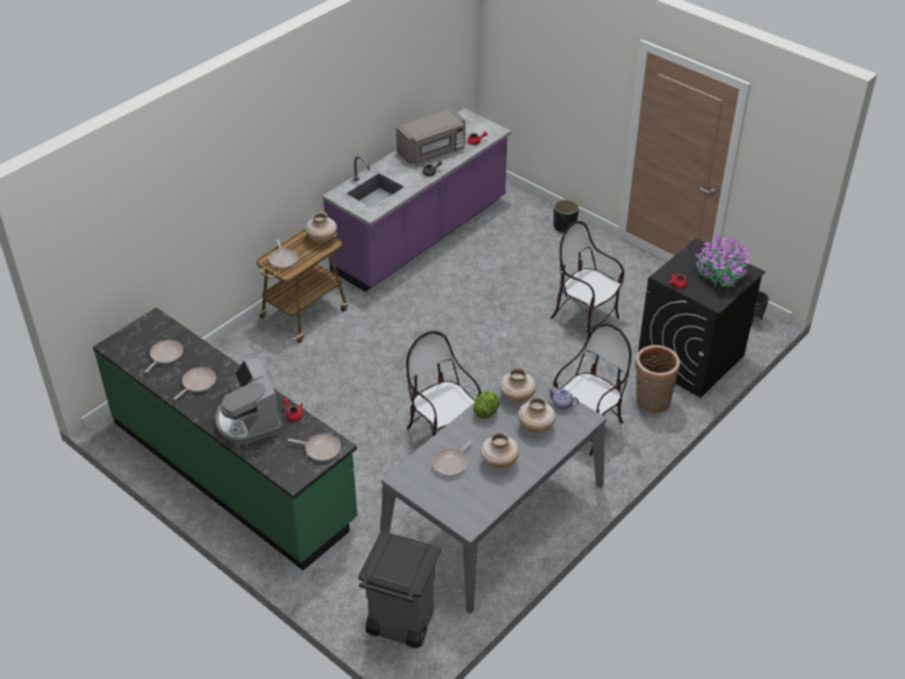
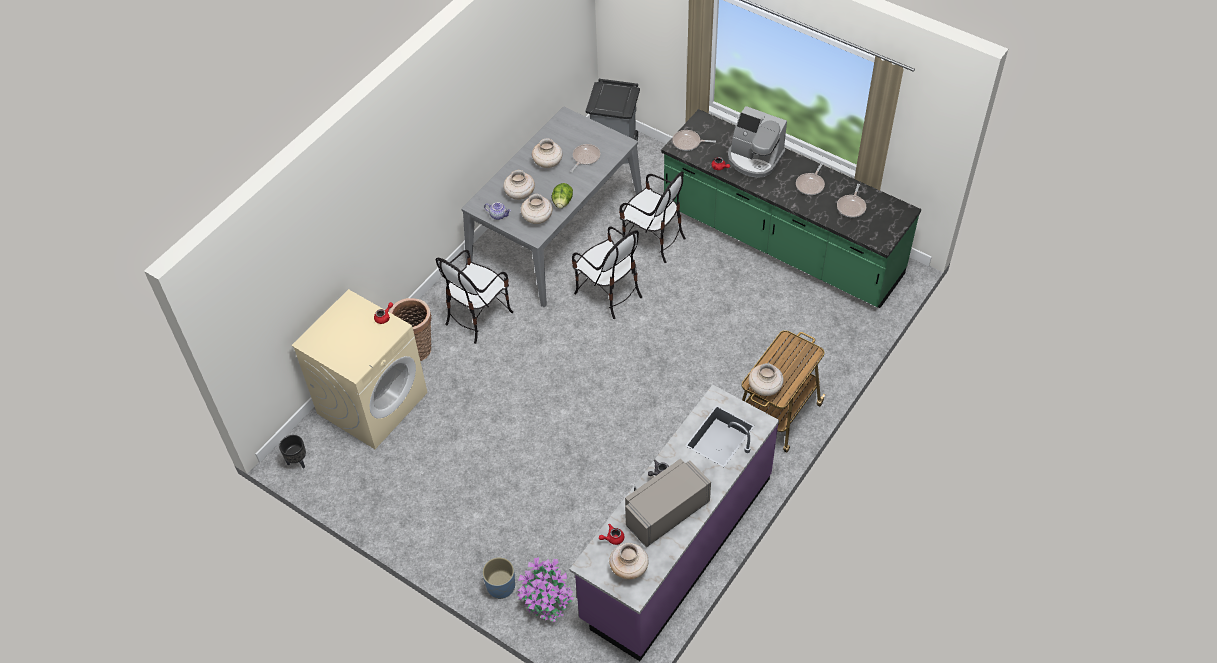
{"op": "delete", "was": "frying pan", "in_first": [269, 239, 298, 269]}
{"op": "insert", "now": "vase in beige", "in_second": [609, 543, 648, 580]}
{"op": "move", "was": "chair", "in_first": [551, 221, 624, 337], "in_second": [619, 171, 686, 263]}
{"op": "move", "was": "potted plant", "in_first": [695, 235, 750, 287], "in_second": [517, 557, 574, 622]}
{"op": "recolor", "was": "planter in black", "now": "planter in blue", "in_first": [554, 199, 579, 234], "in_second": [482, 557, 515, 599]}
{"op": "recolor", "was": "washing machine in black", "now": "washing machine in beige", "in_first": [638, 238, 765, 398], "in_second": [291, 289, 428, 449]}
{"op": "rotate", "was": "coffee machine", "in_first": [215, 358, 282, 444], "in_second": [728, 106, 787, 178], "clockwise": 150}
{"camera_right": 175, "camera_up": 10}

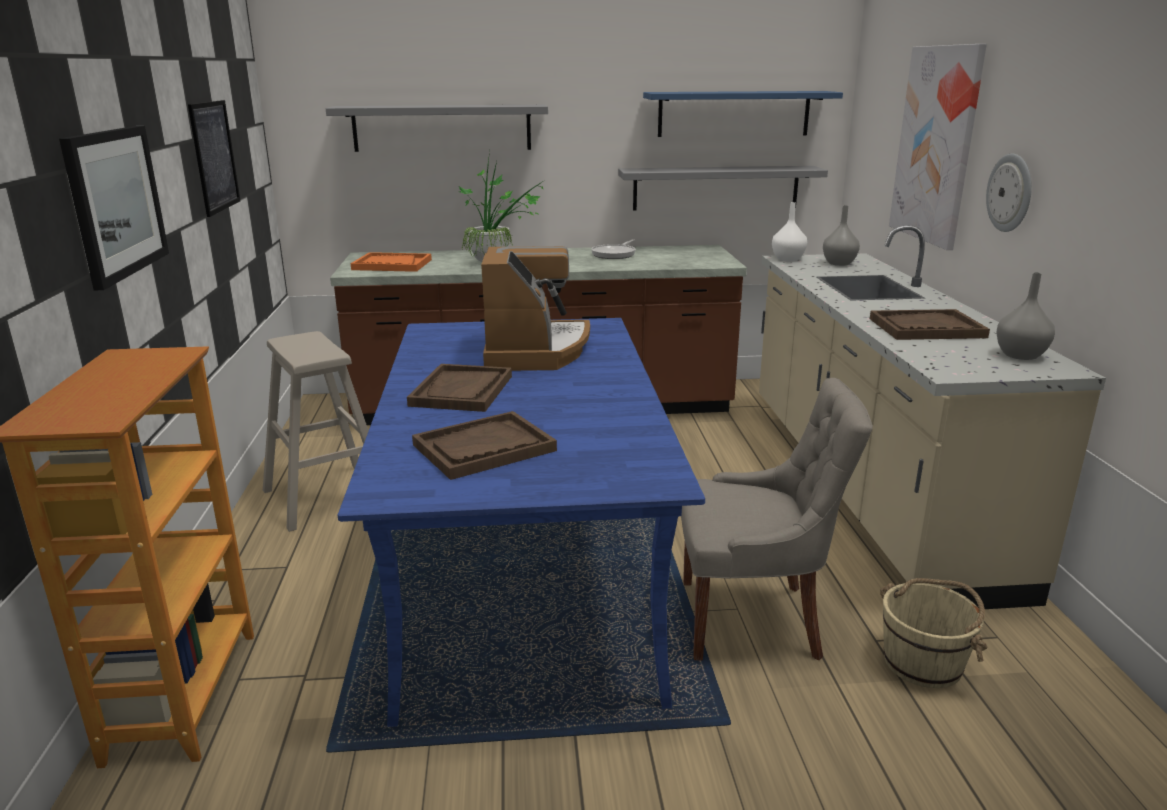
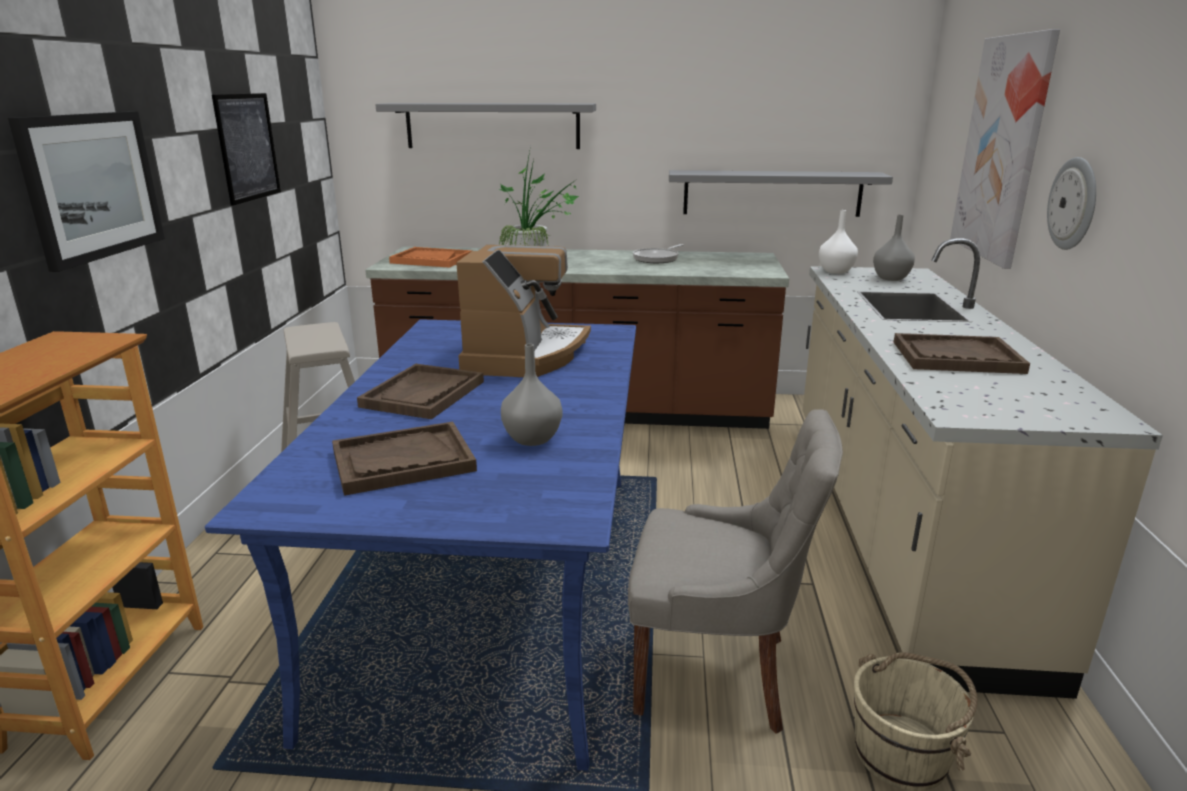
{"op": "delete", "was": "shelf in blue", "in_first": [643, 91, 843, 137]}
{"op": "move", "was": "vase in grey", "in_first": [996, 272, 1055, 360], "in_second": [501, 344, 562, 446]}
{"camera_right": 10, "camera_up": 0}

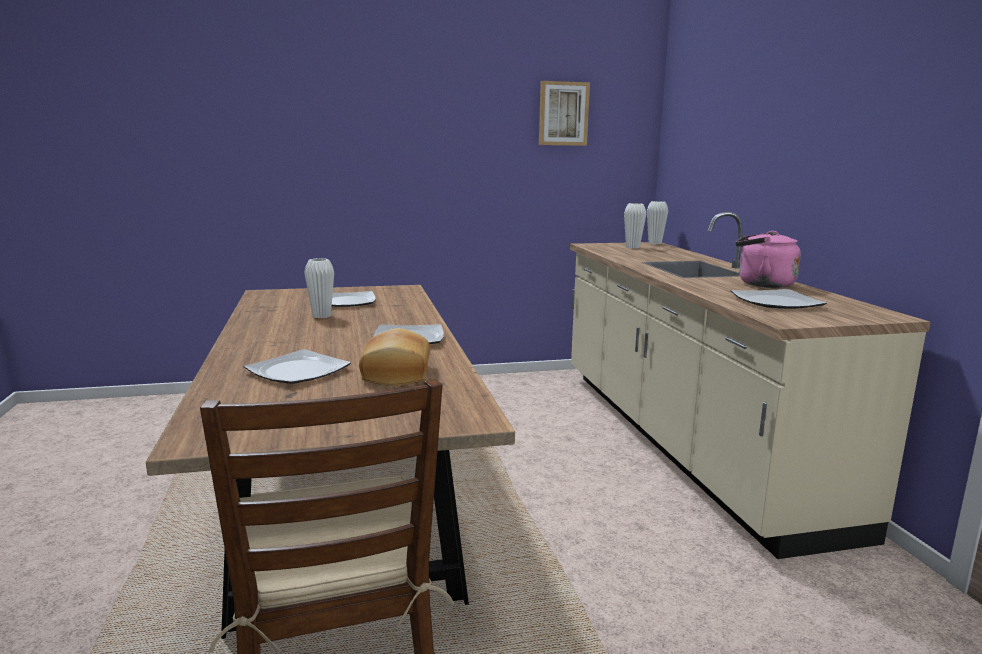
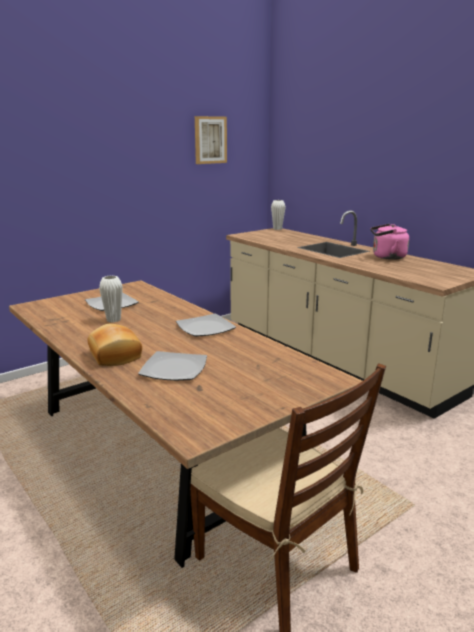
{"op": "delete", "was": "vase in white", "in_first": [624, 203, 646, 248]}
{"op": "delete", "was": "plate", "in_first": [731, 289, 827, 309]}
{"op": "move", "was": "bread", "in_first": [359, 328, 430, 386], "in_second": [87, 324, 142, 366]}
{"camera_right": -25, "camera_up": 5}

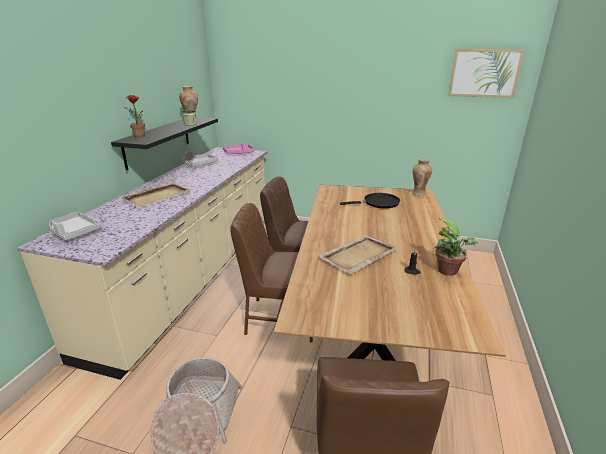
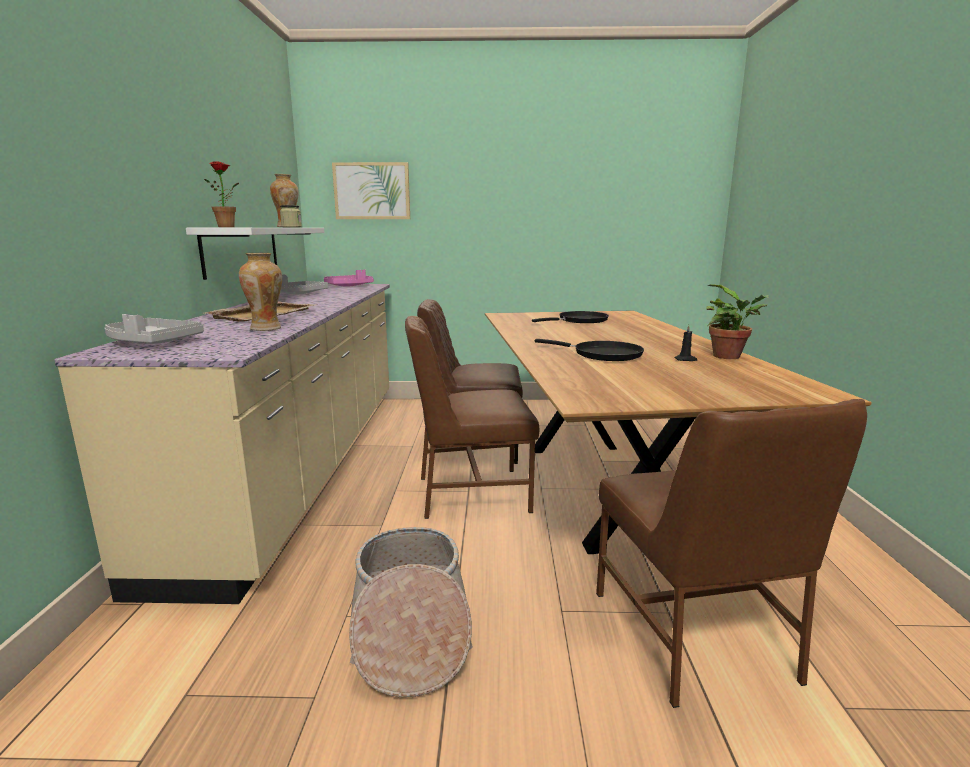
{"op": "move", "was": "vase", "in_first": [412, 159, 432, 196], "in_second": [239, 253, 282, 331]}
{"op": "move", "was": "picture", "in_first": [448, 49, 525, 98], "in_second": [332, 162, 410, 219]}
{"op": "replace", "was": "tray in beige", "now": "frying pan in black", "in_first": [318, 235, 398, 274], "in_second": [535, 339, 644, 361]}
{"op": "recolor", "was": "shelf in black", "now": "shelf in white", "in_first": [111, 117, 218, 170], "in_second": [186, 228, 324, 280]}
{"camera_right": -15, "camera_up": -10}

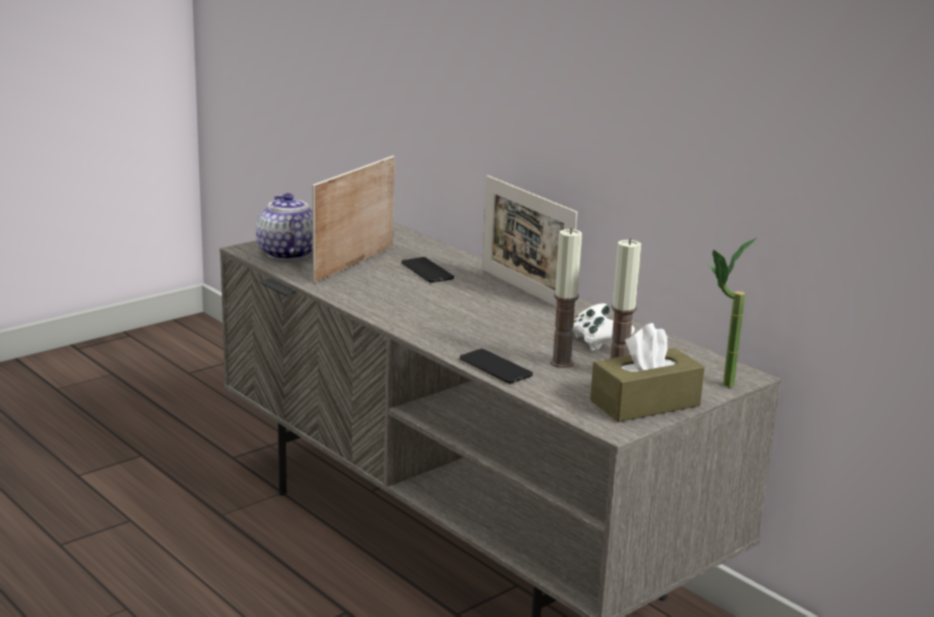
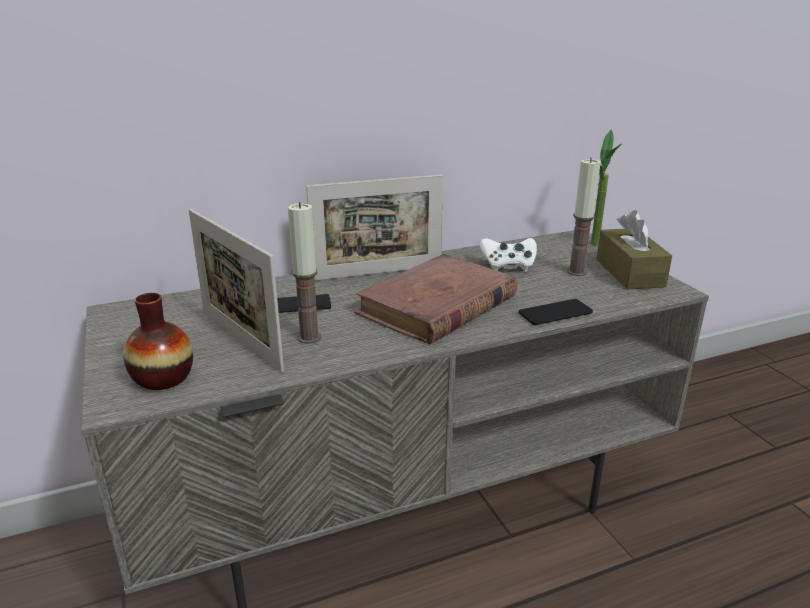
{"op": "insert", "now": "book in brown", "in_second": [354, 254, 517, 344]}
{"op": "move", "was": "candle", "in_first": [550, 228, 582, 368], "in_second": [288, 202, 321, 344]}
{"op": "replace", "was": "teapot", "now": "vase", "in_first": [256, 193, 313, 260], "in_second": [123, 293, 193, 390]}
{"camera_right": -70, "camera_up": 5}

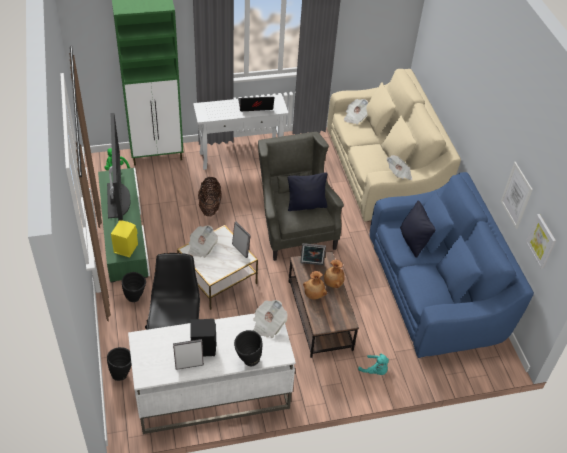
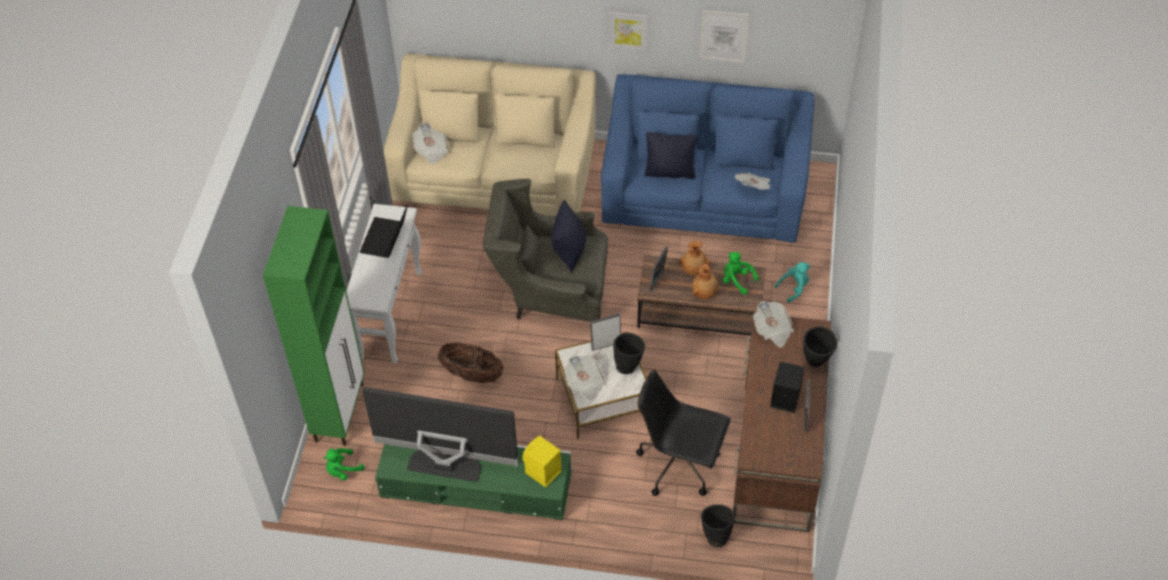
{"op": "insert", "now": "plush toy in green", "in_second": [723, 252, 759, 295]}
{"op": "move", "was": "vase in black", "in_first": [122, 272, 146, 302], "in_second": [614, 333, 645, 374]}
{"op": "move", "was": "newspaper", "in_first": [387, 155, 413, 180], "in_second": [735, 172, 771, 190]}
{"op": "move", "was": "picture", "in_first": [526, 214, 556, 269], "in_second": [608, 12, 649, 51]}
{"op": "recolor", "was": "desk in white", "now": "desk in brown", "in_first": [128, 313, 296, 435], "in_second": [733, 317, 831, 532]}
{"camera_right": -65, "camera_up": 5}

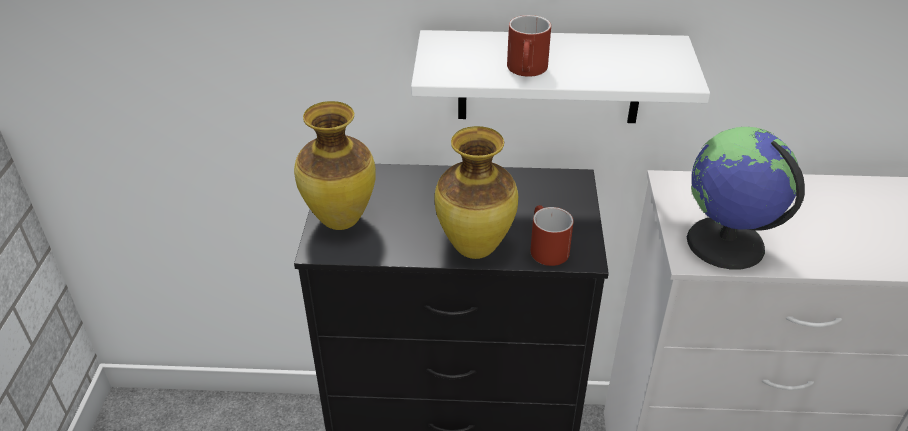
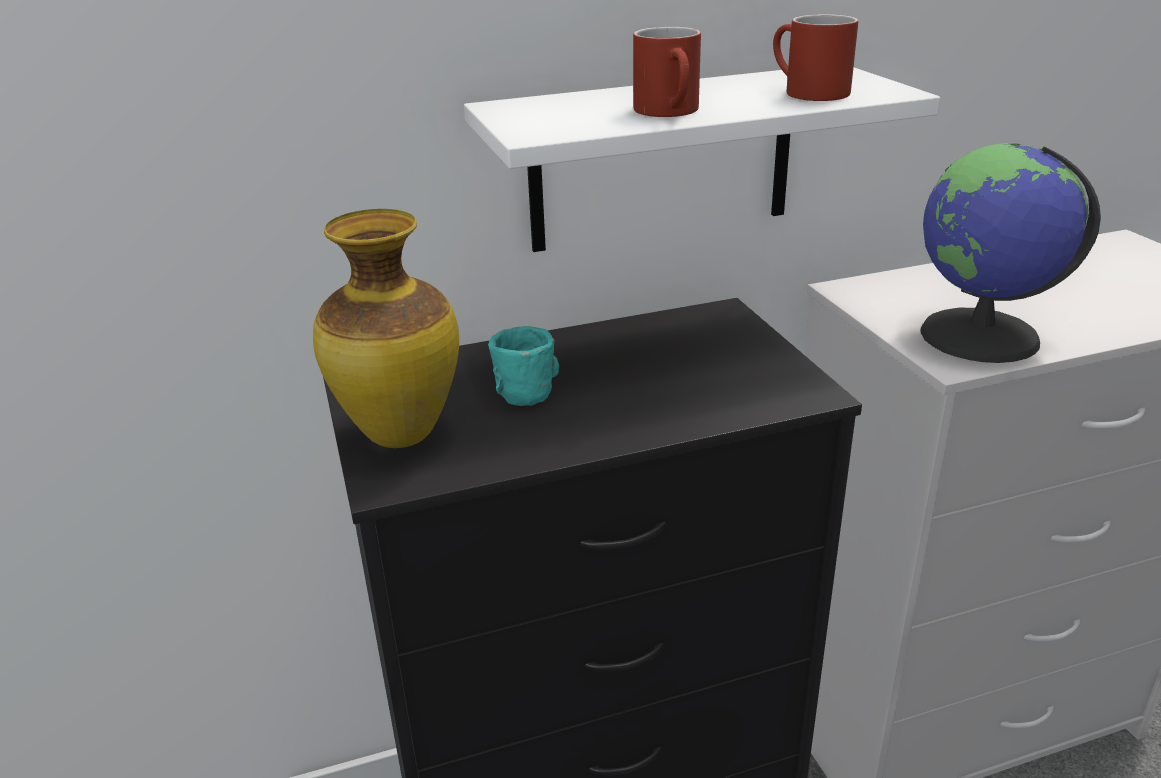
{"op": "delete", "was": "vase", "in_first": [434, 126, 518, 259]}
{"op": "insert", "now": "mug in turquoise", "in_second": [488, 326, 559, 406]}
{"op": "move", "was": "mug in red", "in_first": [530, 205, 574, 266], "in_second": [773, 14, 859, 101]}
{"camera_right": -20, "camera_up": -10}

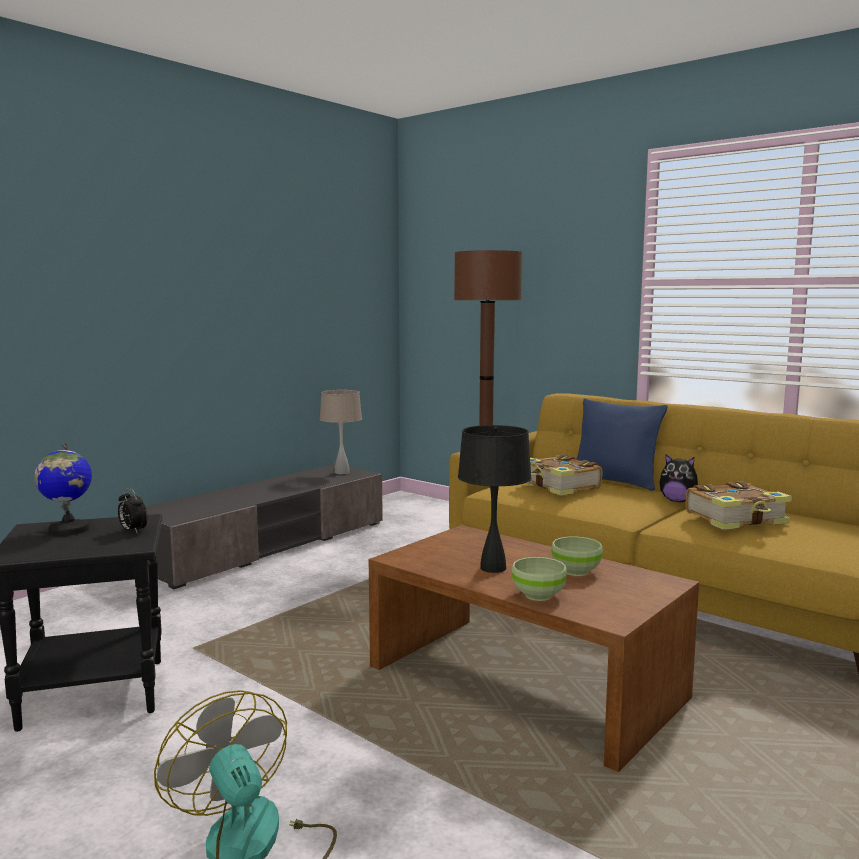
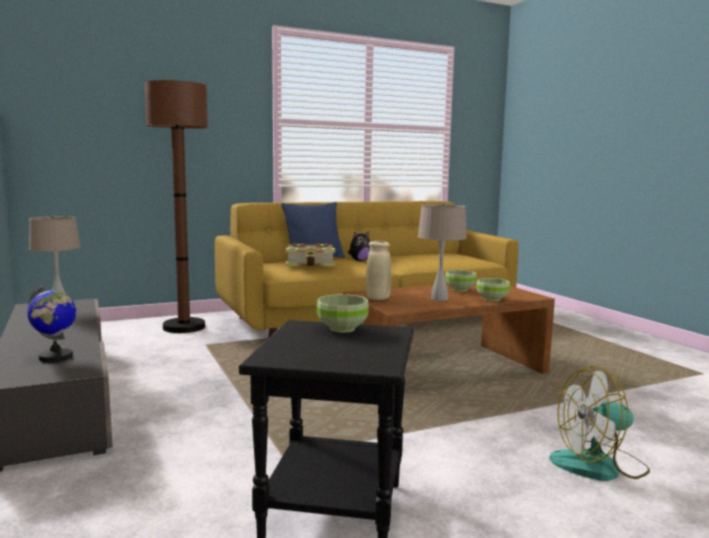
{"op": "delete", "was": "book", "in_first": [686, 481, 792, 530]}
{"op": "insert", "now": "vase in beige", "in_second": [366, 241, 391, 300]}
{"op": "move", "was": "globe", "in_first": [34, 442, 92, 536], "in_second": [27, 285, 76, 363]}
{"op": "replace", "was": "alarm clock", "now": "bowl in green", "in_first": [118, 488, 147, 534], "in_second": [317, 294, 369, 333]}
{"op": "recolor", "was": "table lamp in black", "now": "table lamp in beige", "in_first": [458, 425, 532, 573], "in_second": [418, 203, 467, 301]}
{"camera_right": -65, "camera_up": 0}

